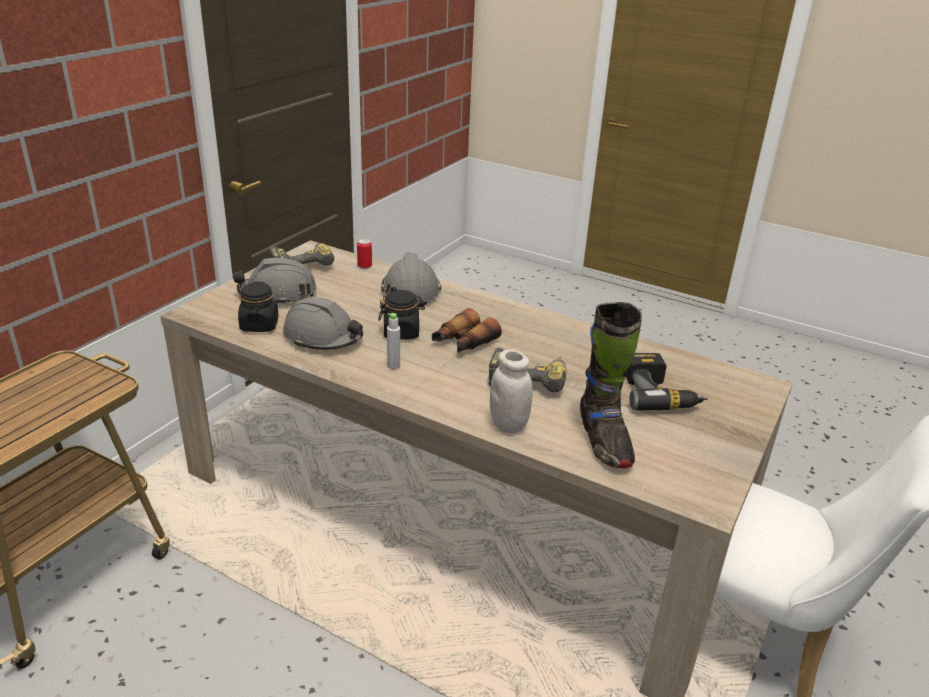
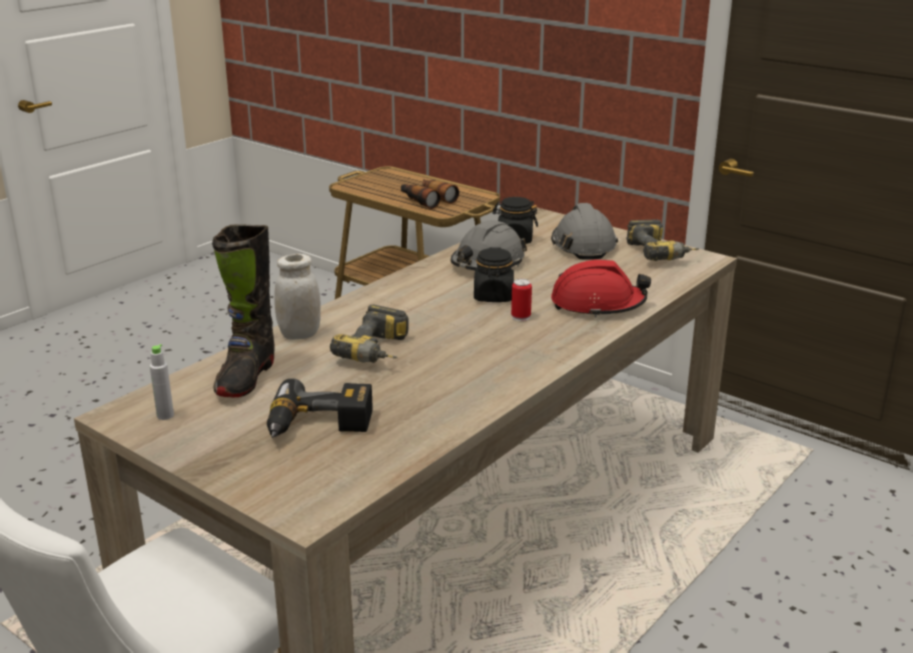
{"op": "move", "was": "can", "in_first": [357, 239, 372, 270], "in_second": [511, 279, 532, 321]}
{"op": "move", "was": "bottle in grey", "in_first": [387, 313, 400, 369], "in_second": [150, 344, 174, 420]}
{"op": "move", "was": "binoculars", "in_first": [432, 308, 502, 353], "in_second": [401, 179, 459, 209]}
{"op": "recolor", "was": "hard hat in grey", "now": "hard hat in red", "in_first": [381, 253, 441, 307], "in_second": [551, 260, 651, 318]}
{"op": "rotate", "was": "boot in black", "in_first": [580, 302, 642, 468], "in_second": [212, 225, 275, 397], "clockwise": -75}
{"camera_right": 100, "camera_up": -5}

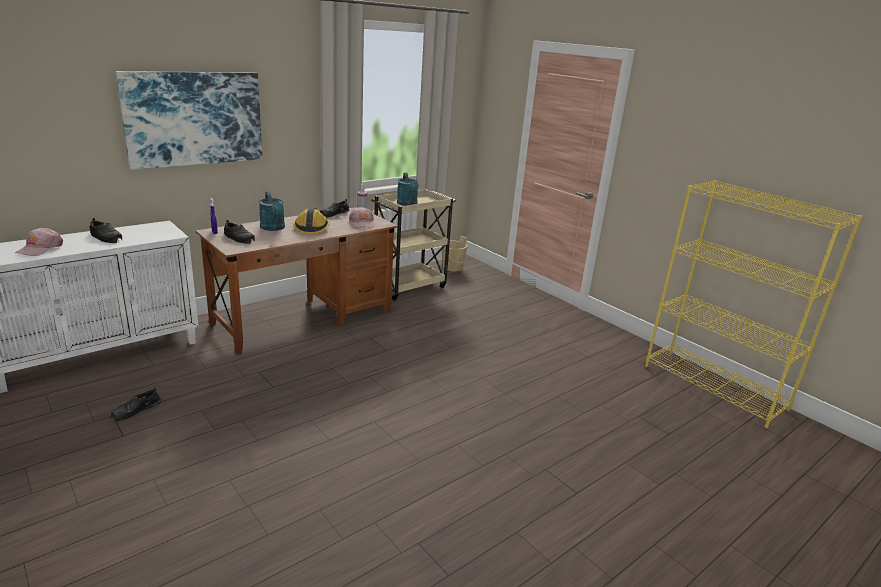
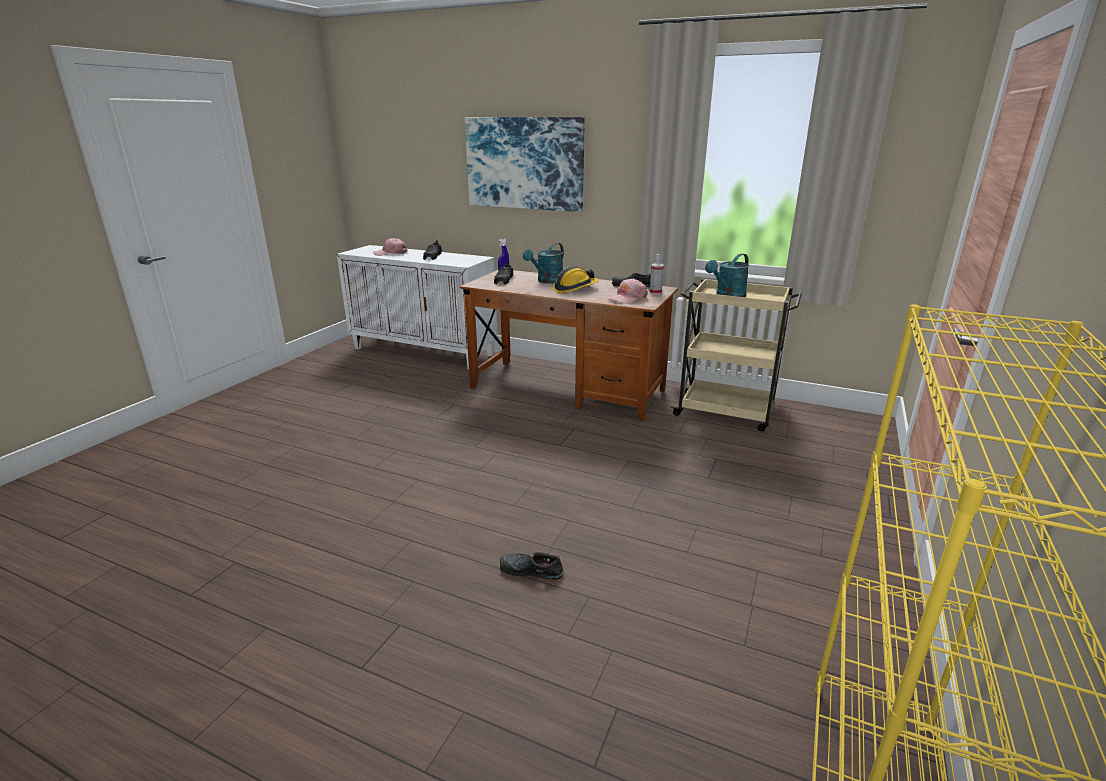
{"op": "delete", "was": "bucket in beige", "in_first": [442, 236, 467, 271]}
{"op": "move", "was": "shoe in black", "in_first": [111, 388, 161, 421], "in_second": [500, 552, 564, 580]}
{"camera_right": 65, "camera_up": 0}

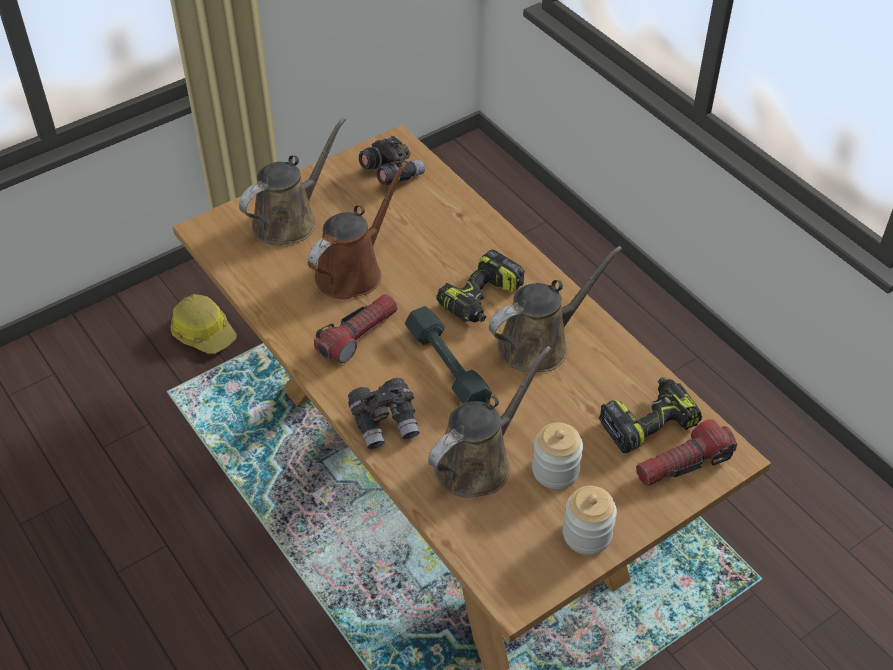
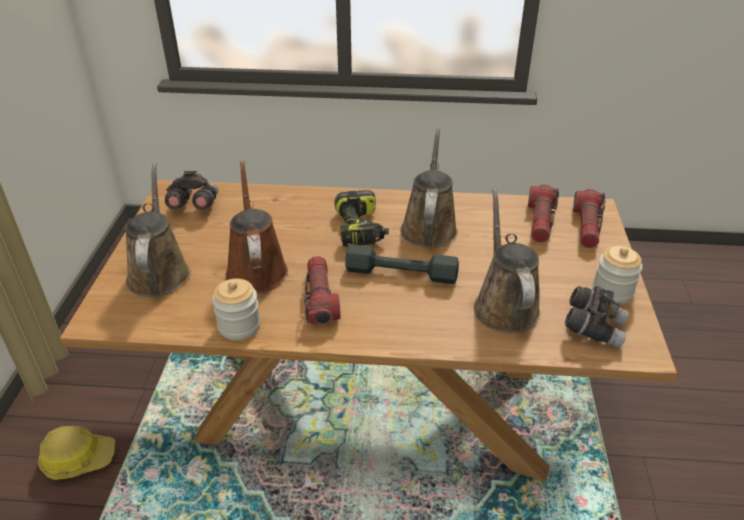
{"op": "move", "was": "binoculars in grey", "in_first": [348, 378, 420, 449], "in_second": [565, 286, 629, 349]}
{"op": "move", "was": "jar", "in_first": [532, 422, 583, 489], "in_second": [212, 279, 261, 340]}
{"op": "replace", "was": "power drill", "now": "flashlight", "in_first": [599, 377, 702, 453], "in_second": [528, 185, 559, 243]}
{"camera_right": -50, "camera_up": -10}

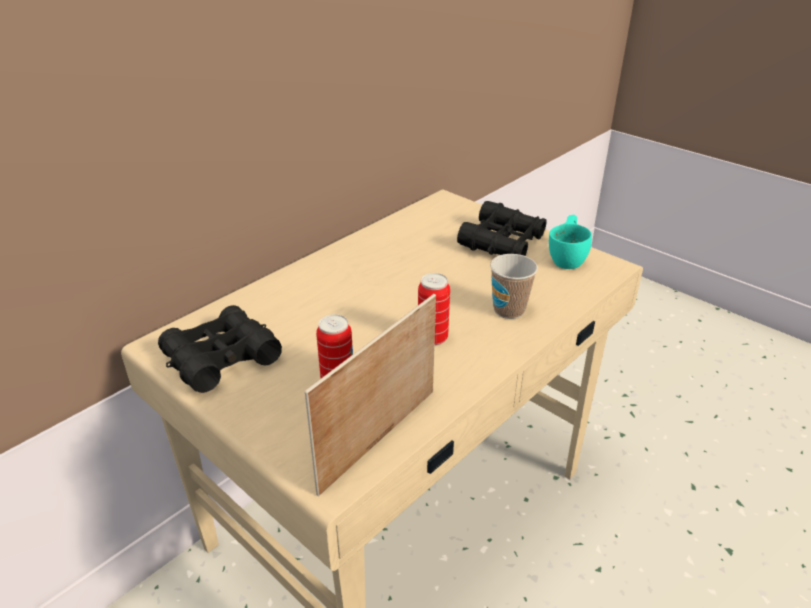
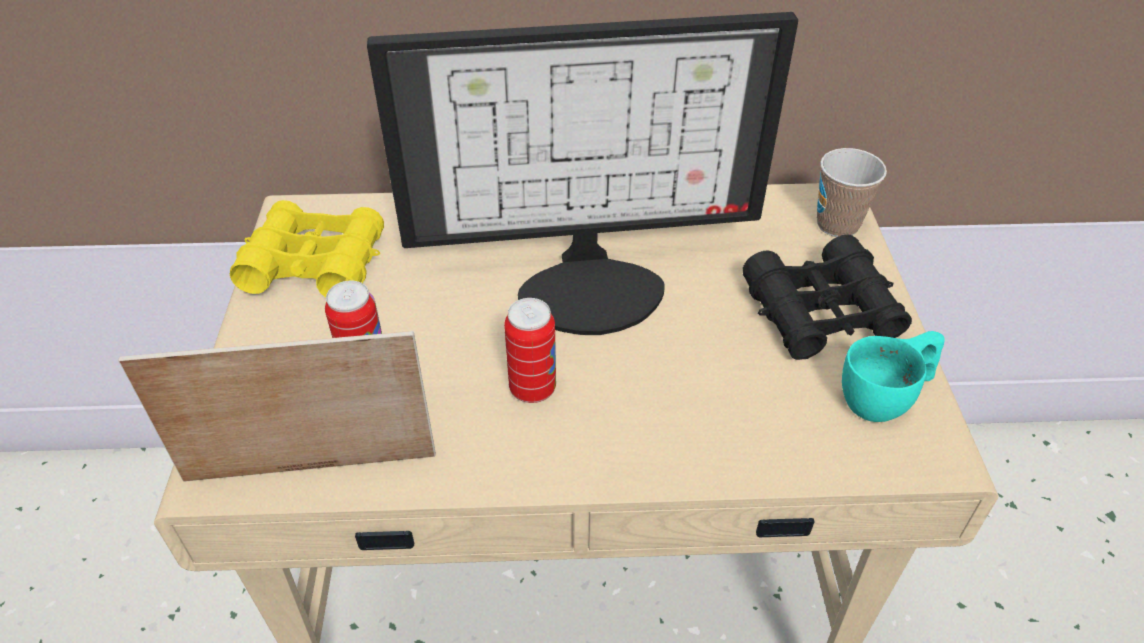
{"op": "insert", "now": "monitor", "in_second": [367, 12, 798, 335]}
{"op": "move", "was": "cup", "in_first": [490, 254, 538, 319], "in_second": [817, 148, 887, 237]}
{"op": "recolor", "was": "binoculars in black", "now": "binoculars in yellow", "in_first": [158, 305, 282, 393], "in_second": [230, 200, 384, 297]}
{"camera_right": 45, "camera_up": 10}

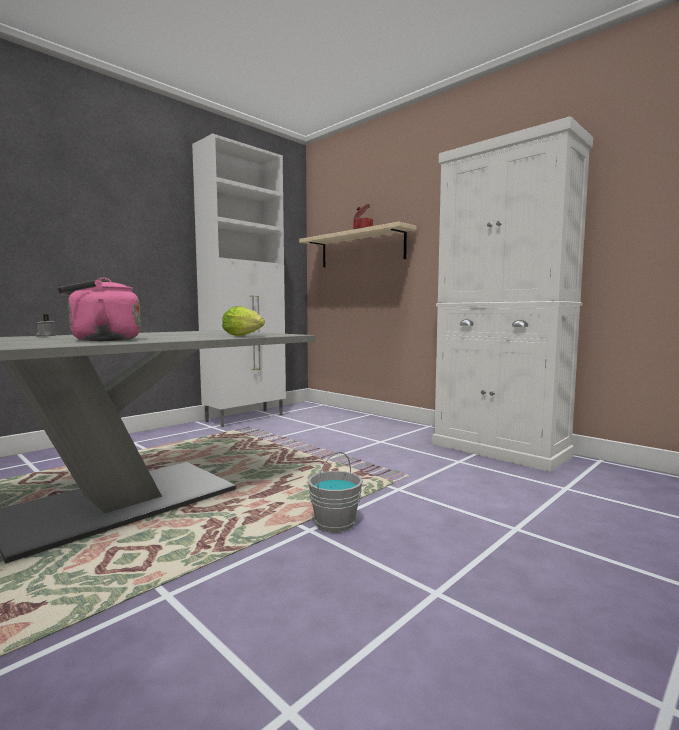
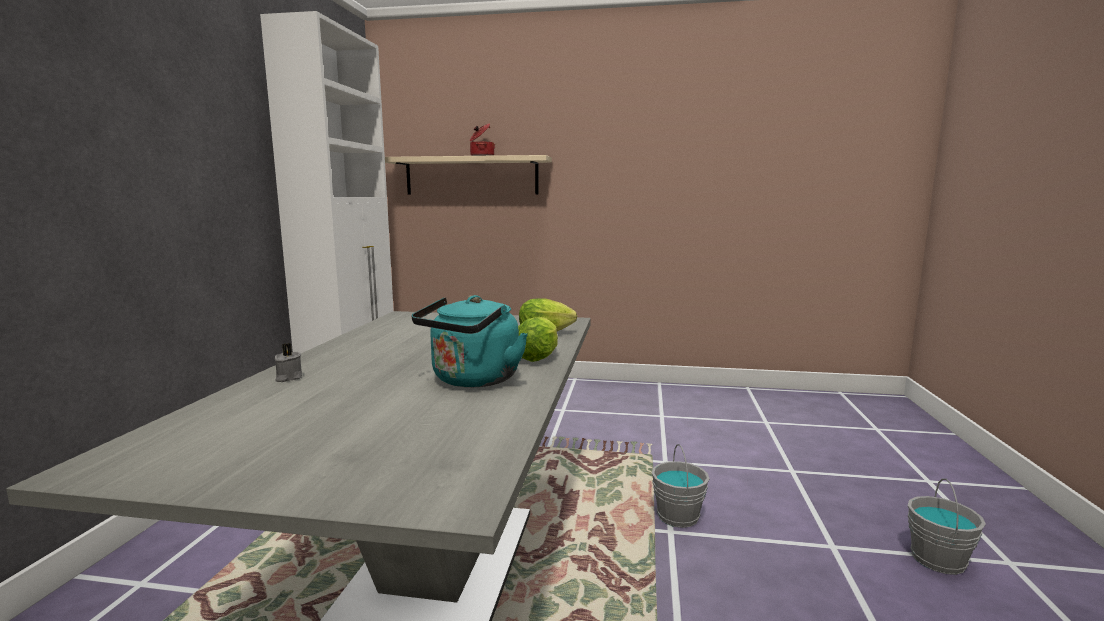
{"op": "delete", "was": "cabinet in white", "in_first": [432, 116, 593, 472]}
{"op": "insert", "now": "lettuce", "in_second": [518, 317, 558, 362]}
{"op": "insert", "now": "bucket in grey", "in_second": [908, 478, 986, 575]}
{"op": "recolor", "was": "kettle in pink", "now": "kettle in turquoise", "in_first": [58, 278, 141, 341], "in_second": [411, 295, 528, 387]}
{"camera_right": -35, "camera_up": 5}

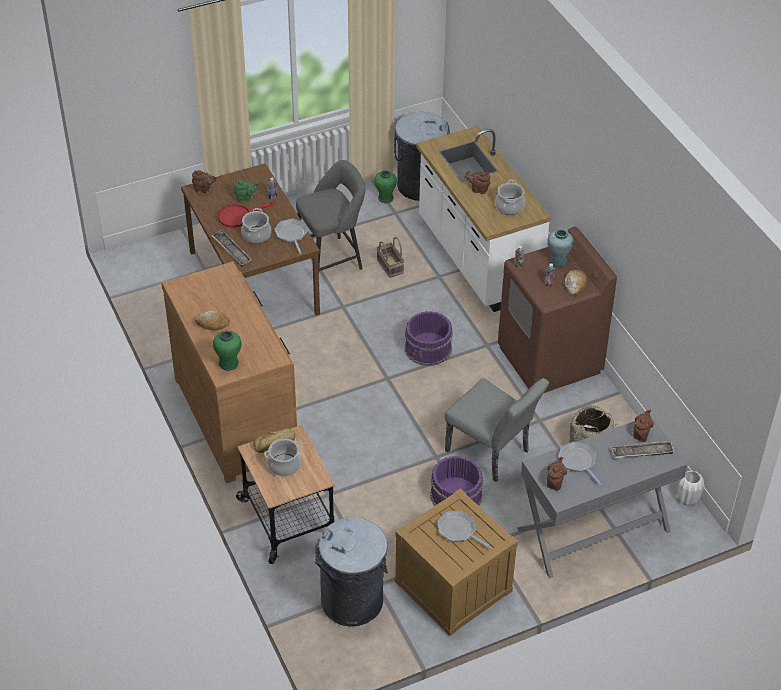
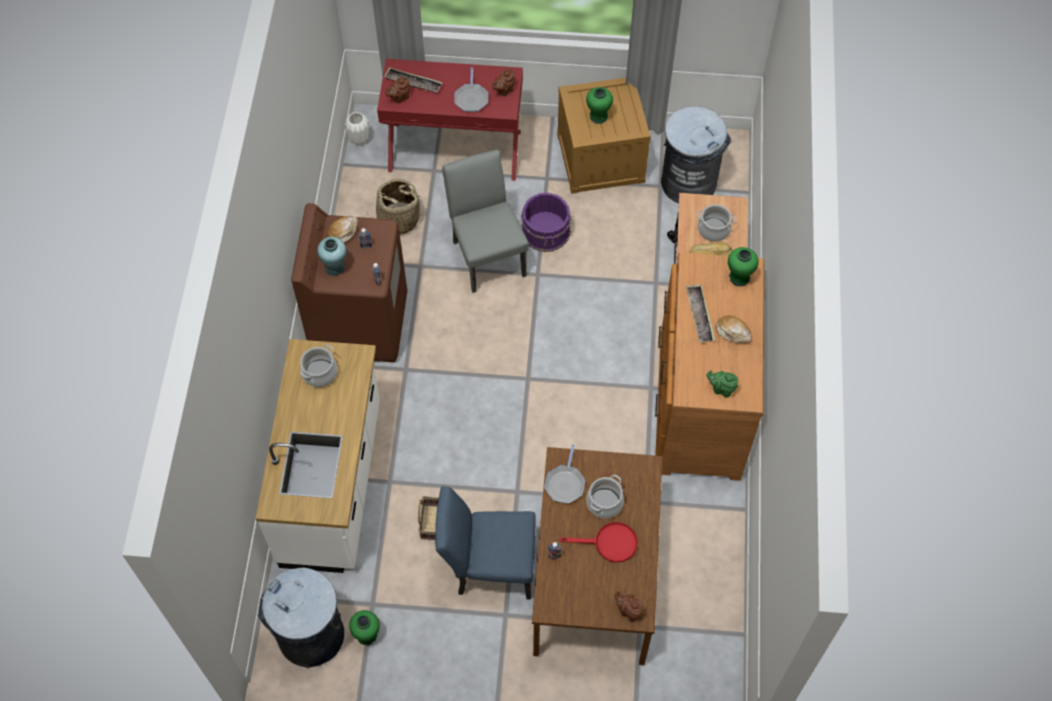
{"op": "delete", "was": "bucket in purple", "in_first": [405, 311, 453, 366]}
{"op": "delete", "was": "teapot in brown", "in_first": [465, 171, 491, 194]}
{"op": "move", "was": "tray", "in_first": [211, 230, 252, 267], "in_second": [686, 285, 715, 342]}
{"op": "move", "was": "teapot in green", "in_first": [234, 180, 259, 202], "in_second": [706, 370, 738, 398]}
{"op": "replace", "was": "stool in grey", "now": "chair in blue", "in_first": [296, 160, 366, 271], "in_second": [435, 486, 536, 600]}
{"op": "replace", "was": "frying pan", "now": "vase in green", "in_first": [438, 511, 491, 548], "in_second": [586, 87, 613, 124]}
{"op": "recolor", "was": "console table in grey", "now": "console table in red", "in_first": [517, 415, 688, 579], "in_second": [377, 59, 523, 181]}
{"camera_right": -150, "camera_up": 15}

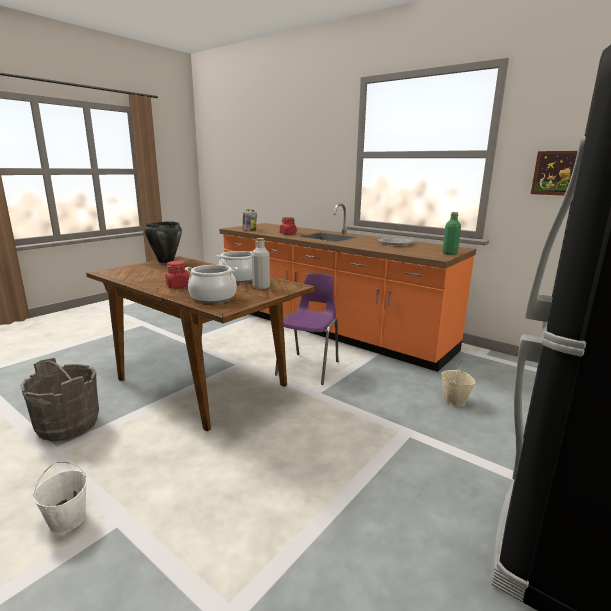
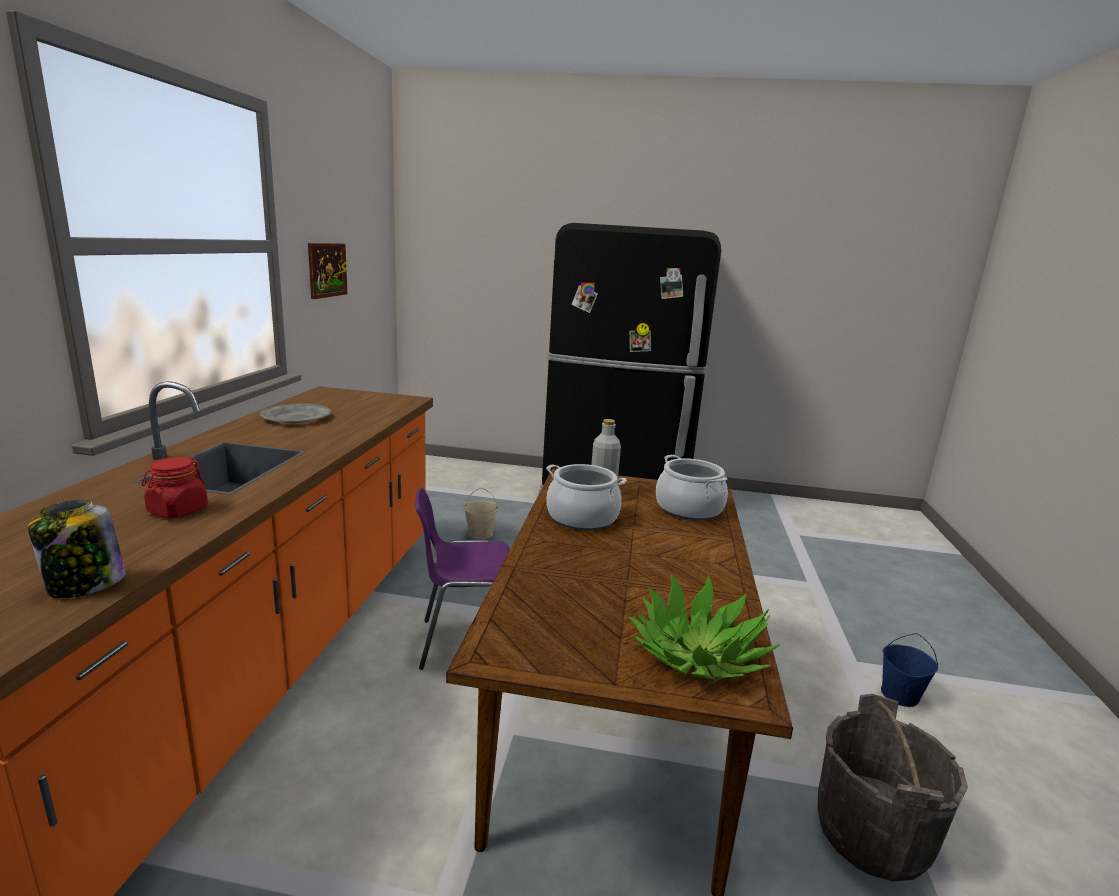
{"op": "delete", "was": "cooking pot in black", "in_first": [144, 221, 182, 263]}
{"op": "delete", "was": "jar in red", "in_first": [165, 261, 189, 288]}
{"op": "delete", "was": "bottle in green", "in_first": [443, 212, 461, 255]}
{"op": "insert", "now": "potted plant", "in_second": [628, 574, 780, 679]}
{"op": "recolor", "was": "bucket in white", "now": "bucket in blue", "in_first": [33, 462, 87, 533], "in_second": [881, 633, 938, 707]}
{"camera_right": -120, "camera_up": 0}

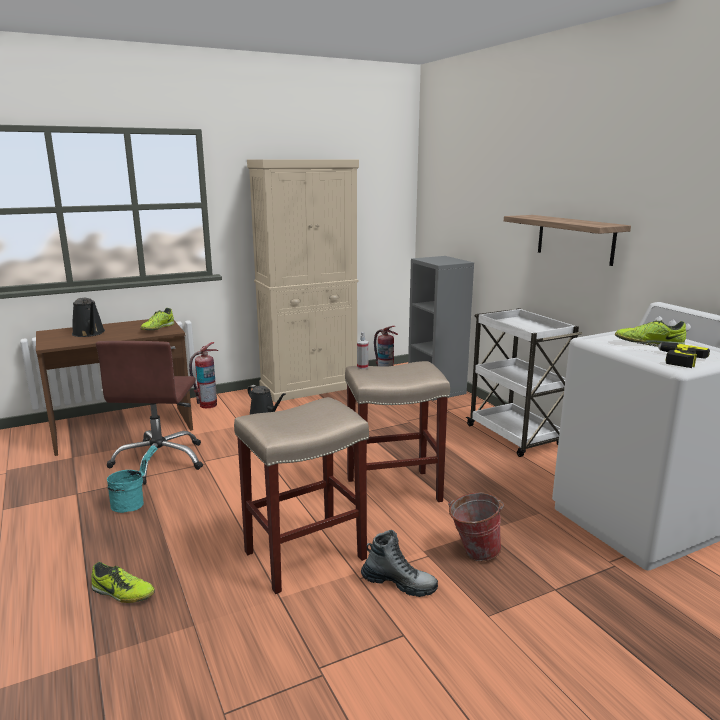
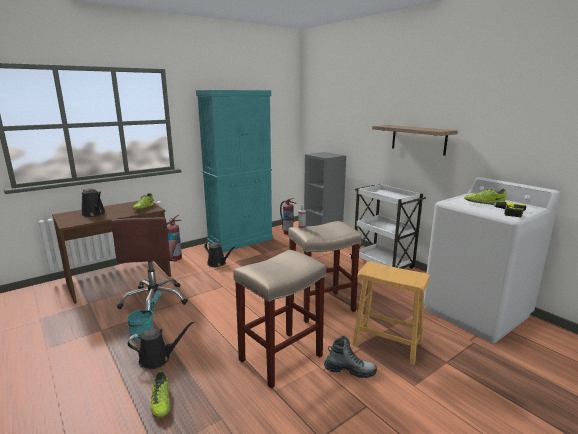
{"op": "insert", "now": "watering can in black", "in_second": [127, 321, 194, 369]}
{"op": "replace", "was": "bucket", "now": "stool in brown", "in_first": [448, 492, 504, 561], "in_second": [352, 262, 430, 365]}
{"op": "recolor", "was": "cabinet in beige", "now": "cabinet in turquoise", "in_first": [247, 159, 359, 402], "in_second": [196, 90, 273, 252]}
{"op": "rotate", "was": "shoe", "in_first": [91, 562, 155, 603], "in_second": [150, 371, 171, 418], "clockwise": 60}
{"camera_right": -10, "camera_up": 0}

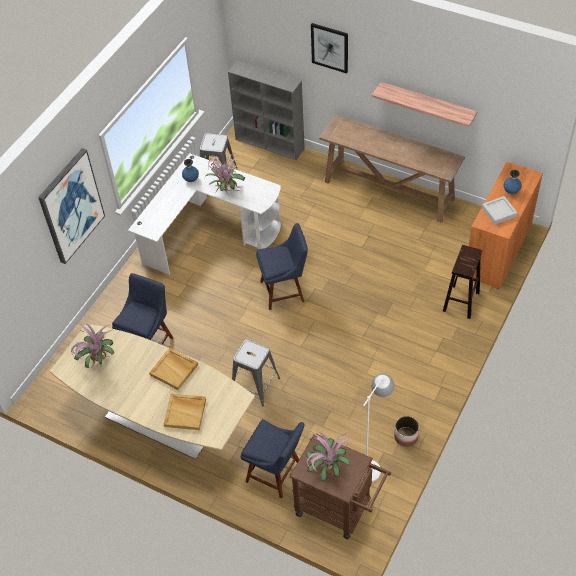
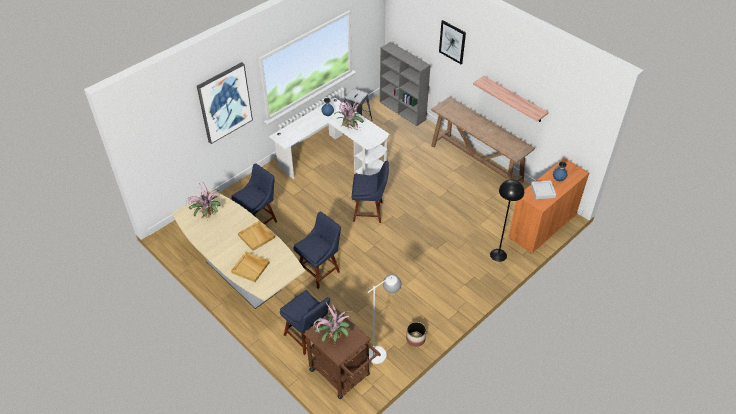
{"op": "replace", "was": "stool in grey", "now": "chair in blue", "in_first": [232, 339, 280, 406], "in_second": [293, 212, 341, 289]}
{"op": "replace", "was": "stool in brown", "now": "floor lamp in black", "in_first": [443, 245, 482, 319], "in_second": [490, 179, 524, 262]}
{"camera_right": 15, "camera_up": -5}

